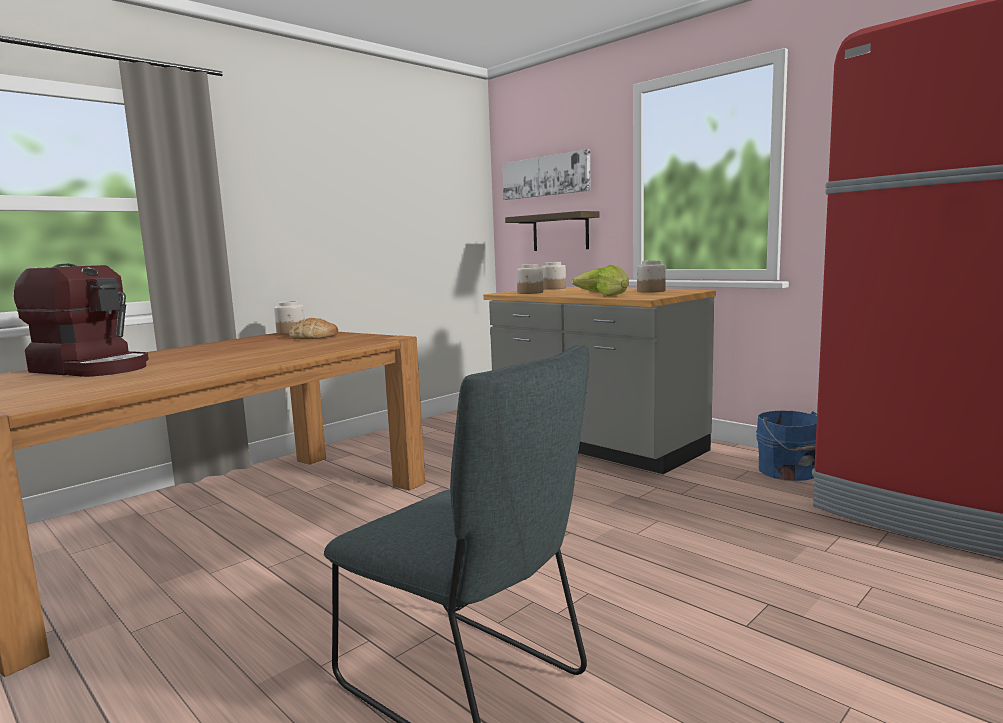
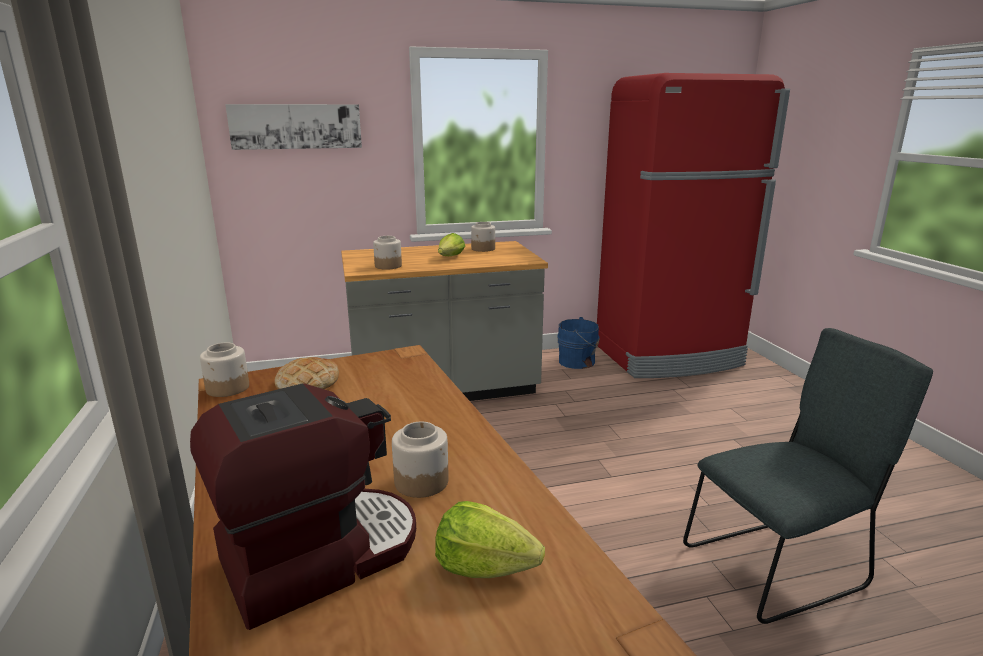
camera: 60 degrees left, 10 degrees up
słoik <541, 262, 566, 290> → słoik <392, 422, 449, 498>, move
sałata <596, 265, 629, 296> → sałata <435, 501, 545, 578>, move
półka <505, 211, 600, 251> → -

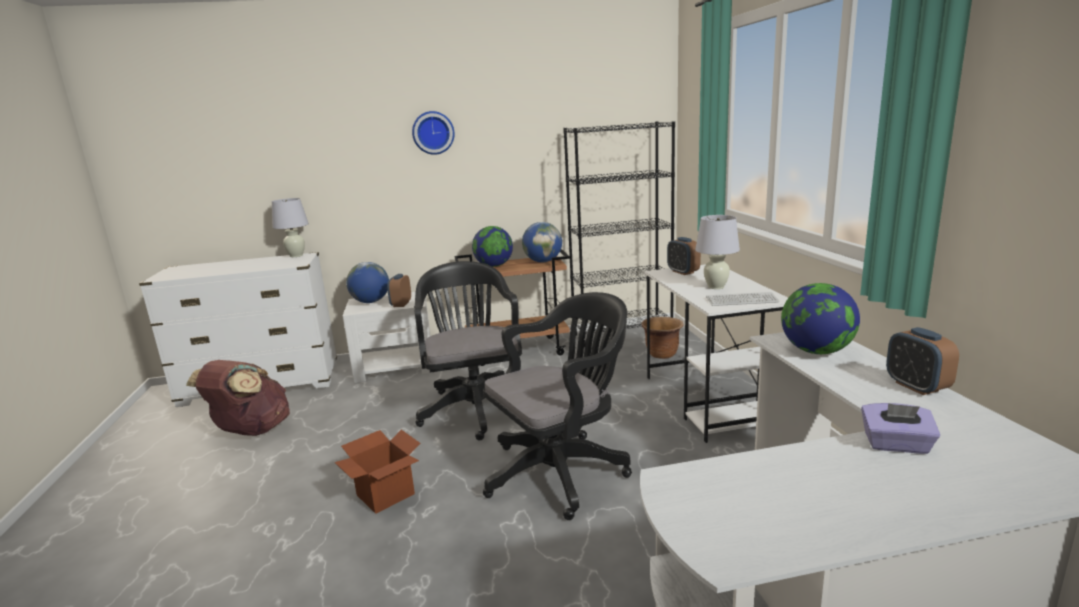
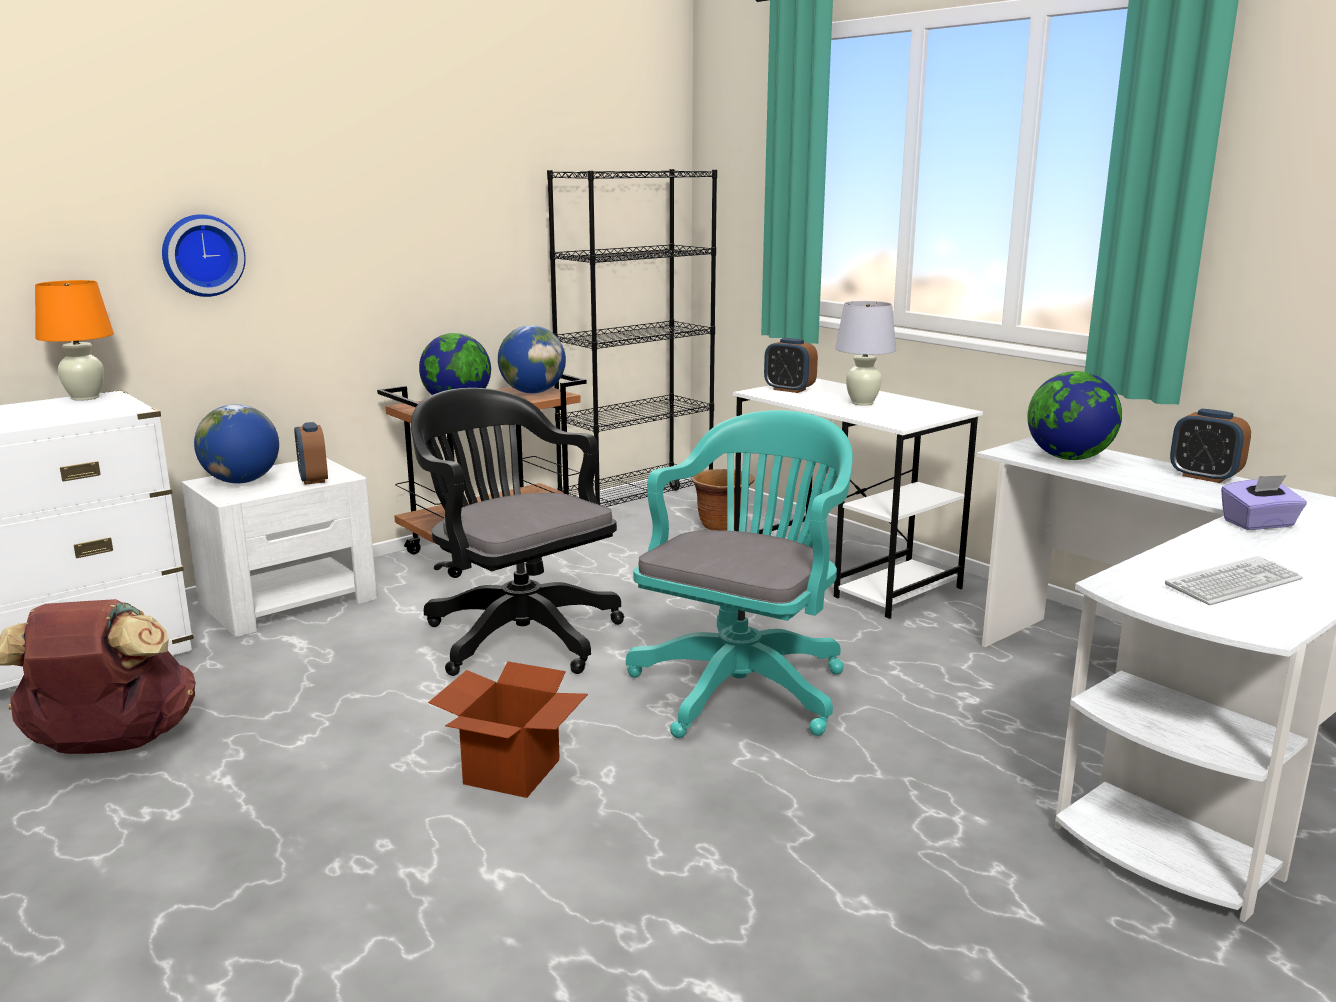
camera: 30 degrees left, 0 degrees up
lampa stołowa [biały] <271, 198, 309, 257> → lampa stołowa [pomarańczowy] <35, 280, 114, 401>
zegar ścienny <412, 111, 455, 155> → zegar ścienny <162, 214, 246, 297>, move
krzesło biurowe [czarny] <483, 292, 632, 520> → krzesło biurowe [turkusowy] <626, 410, 853, 738>
klawiatura <706, 292, 780, 306> → klawiatura <1165, 556, 1303, 605>, move

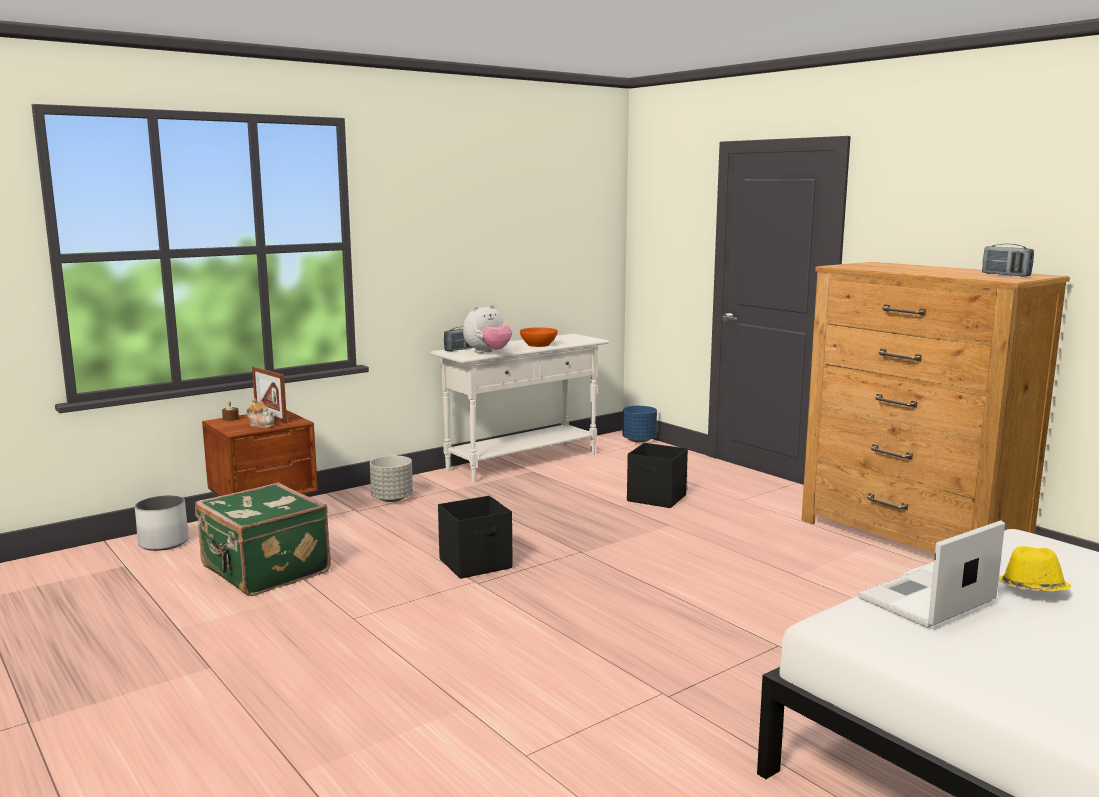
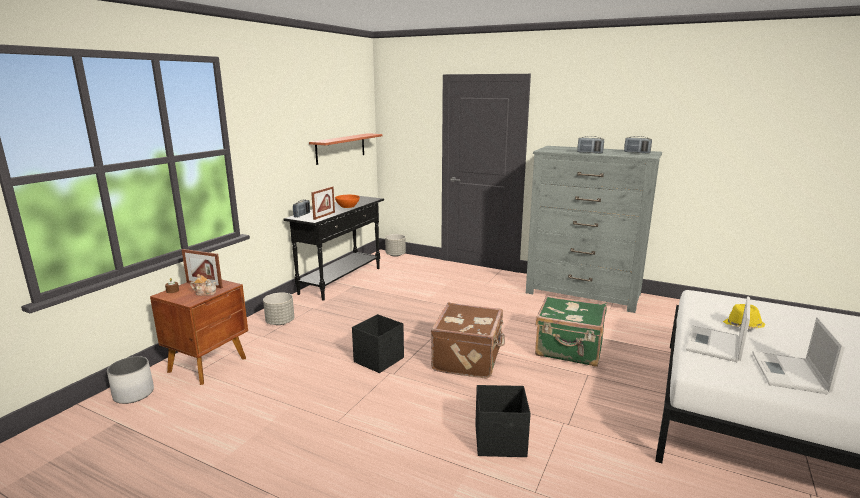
camera: 25 degrees left, 5 degrees up
stolik konsolowy [biały] <430, 334, 609, 483> → stolik konsolowy [czarny] <283, 196, 384, 301>
- → półka <309, 133, 382, 165>
pluszak <463, 304, 512, 353> → ramka na zdjęcie <311, 186, 335, 220>
donica [niebieski] <623, 406, 657, 443> → donica [szary] <385, 234, 406, 257>
- → walizka [brązowy] <431, 303, 505, 379>
pojemnik do przechowywania [czarny] <627, 443, 688, 508> → pojemnik do przechowywania [czarny] <475, 385, 531, 457>, move
komoda [brązowy] <801, 262, 1070, 554> → komoda [szary] <526, 146, 662, 313>
walizka [zielony] <195, 483, 331, 596> → walizka [zielony] <535, 295, 607, 367>, move
- → radio <577, 136, 604, 154>
- → laptop <753, 317, 845, 394>

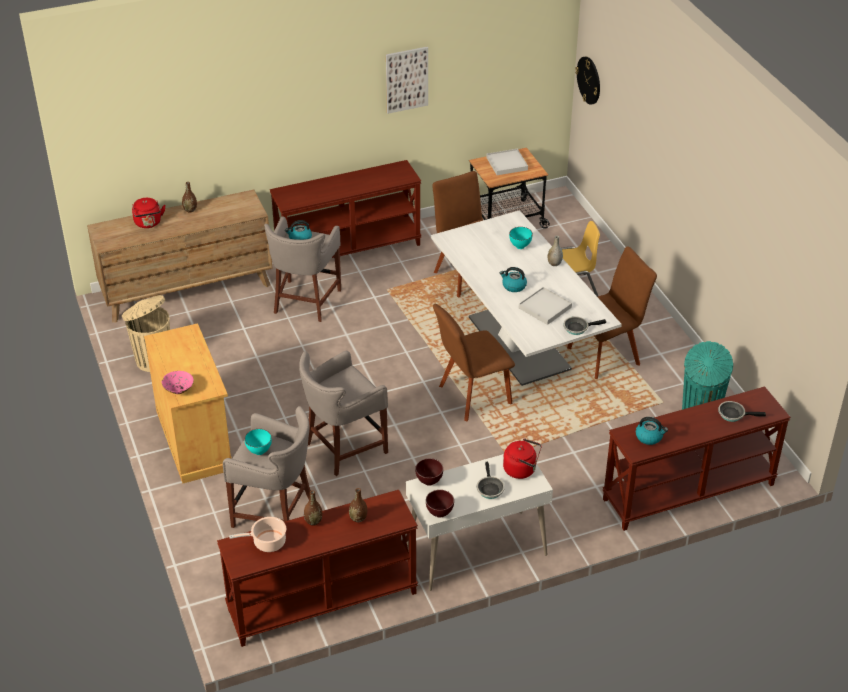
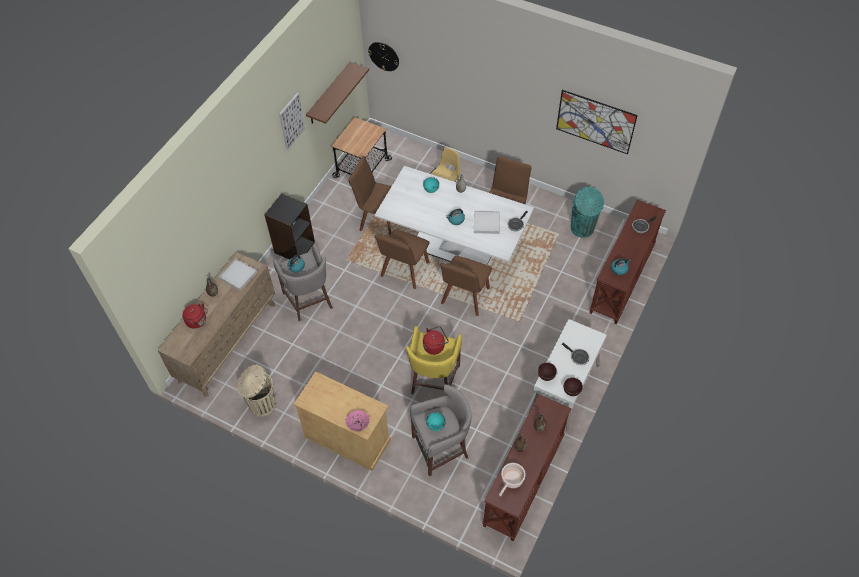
camera: 40 degrees left, 15 degrees up
taca [biały] <486, 149, 528, 175> → taca [biały] <219, 259, 257, 291>, move
stolik konsolowy [brązowy] <270, 160, 421, 258> → regał [czarny] <264, 193, 315, 259>
- → półka [brązowy] <306, 62, 369, 124>
- → krzesło [brązowy] <375, 229, 429, 289>
stołek [szary] <299, 351, 388, 476> → stołek [żółty] <406, 326, 462, 395>
czajnik [czerwony] <503, 438, 541, 479> → czajnik [czerwony] <423, 326, 449, 355>, move
- → obraz <556, 90, 638, 154>

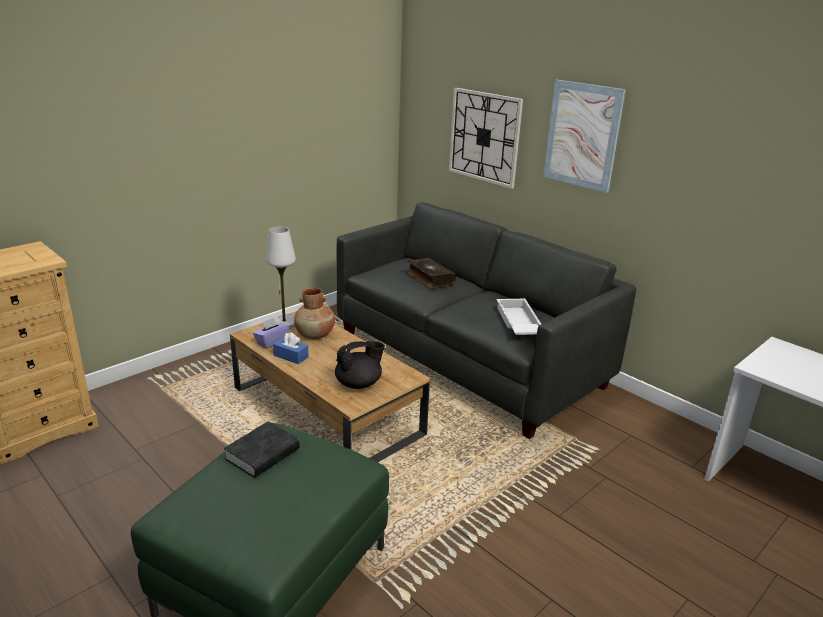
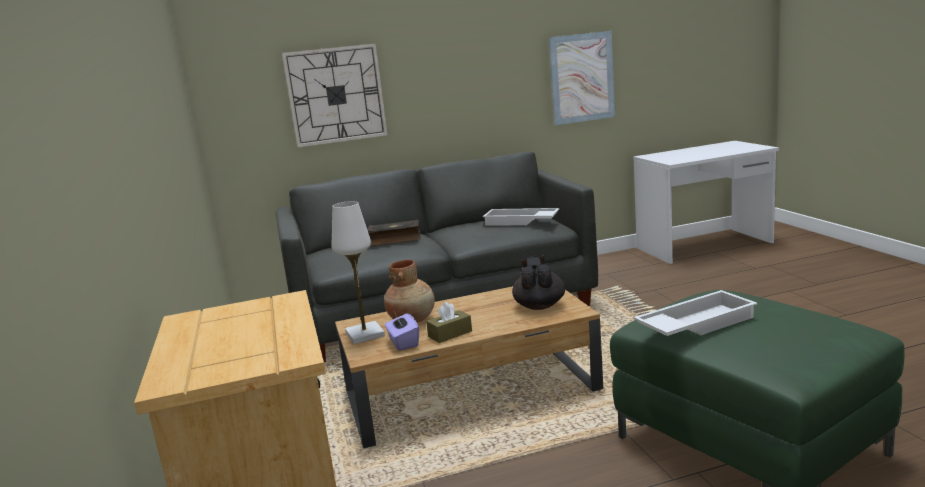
camera: 60 degrees left, 10 degrees down
pudełko chusteczek [niebieski] <273, 332, 309, 364> → pudełko chusteczek [brązowy] <426, 302, 472, 343>
obraz <543, 80, 626, 193> → obraz <549, 31, 615, 125>, move
książka [czarny] <224, 422, 300, 478> → taca [biały] <634, 290, 758, 336>

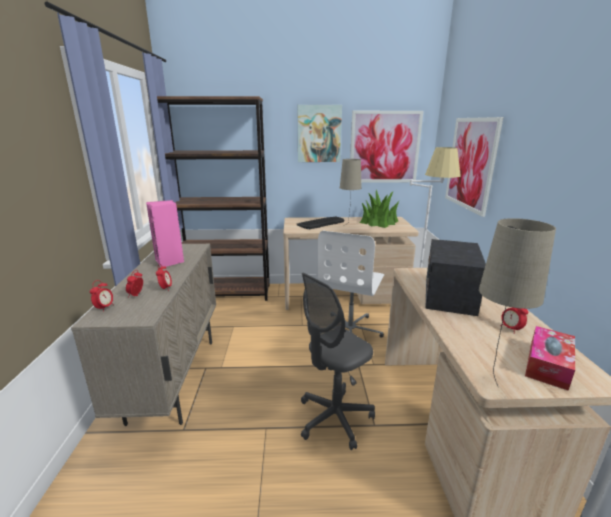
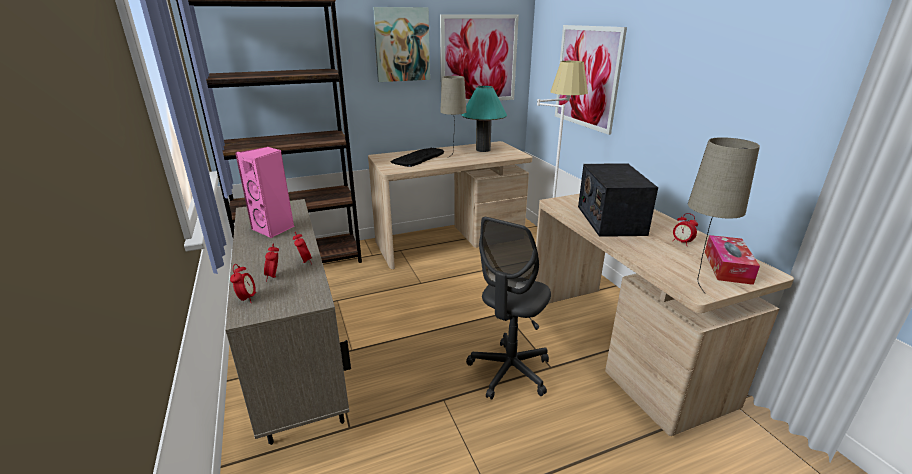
camera: 20 degrees left, 5 degrees up
roślina doniczkowa <360, 190, 400, 228> → lampa stołowa [turkusowy] <461, 86, 507, 152>
krzesło biurowe [biały] <317, 231, 384, 338> → -

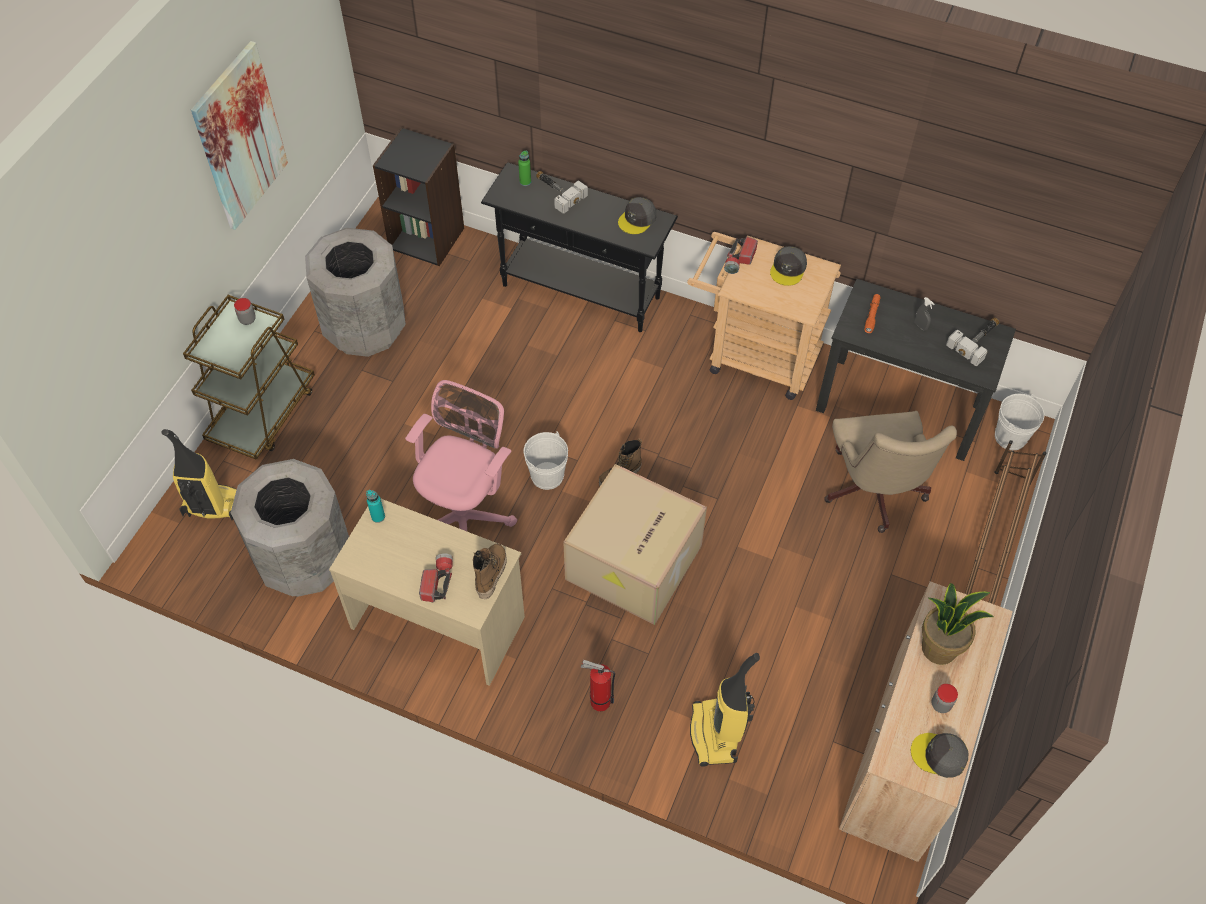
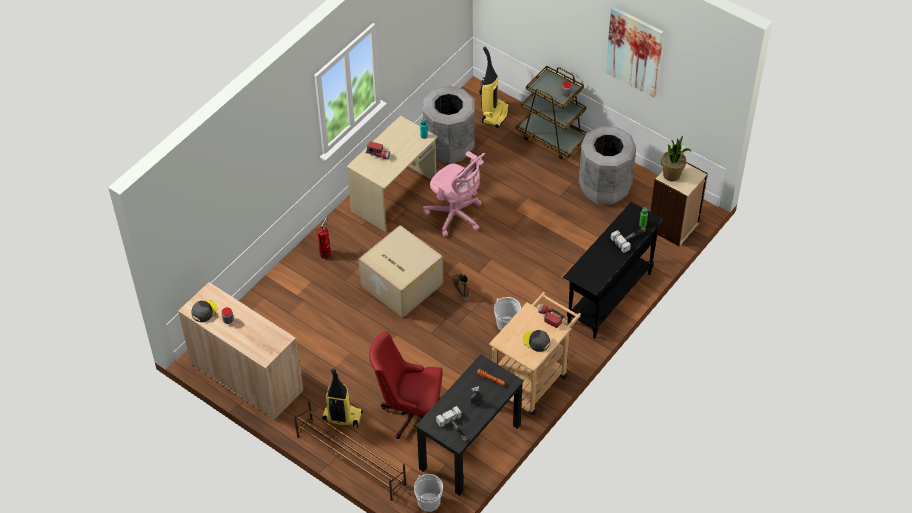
camera: 105 degrees right, 5 degrees down
odkurzacz <690, 653, 760, 767> → odkurzacz <322, 368, 363, 427>, move
krzesło biurowe [beżowy] <824, 411, 957, 533> → krzesło biurowe [czerwony] <369, 331, 443, 439>
wiadro [biały] <524, 432, 568, 490> → wiadro [biały] <494, 297, 521, 331>, move
regał [czarny] <373, 127, 464, 266> → regał [beżowy] <651, 162, 708, 246>
roślina doniczkowa <922, 583, 993, 665> → roślina doniczkowa <661, 136, 692, 181>, move
but z cholewką <473, 544, 507, 599> → -
czapka z daszkiem [szary] <618, 197, 656, 234> → -

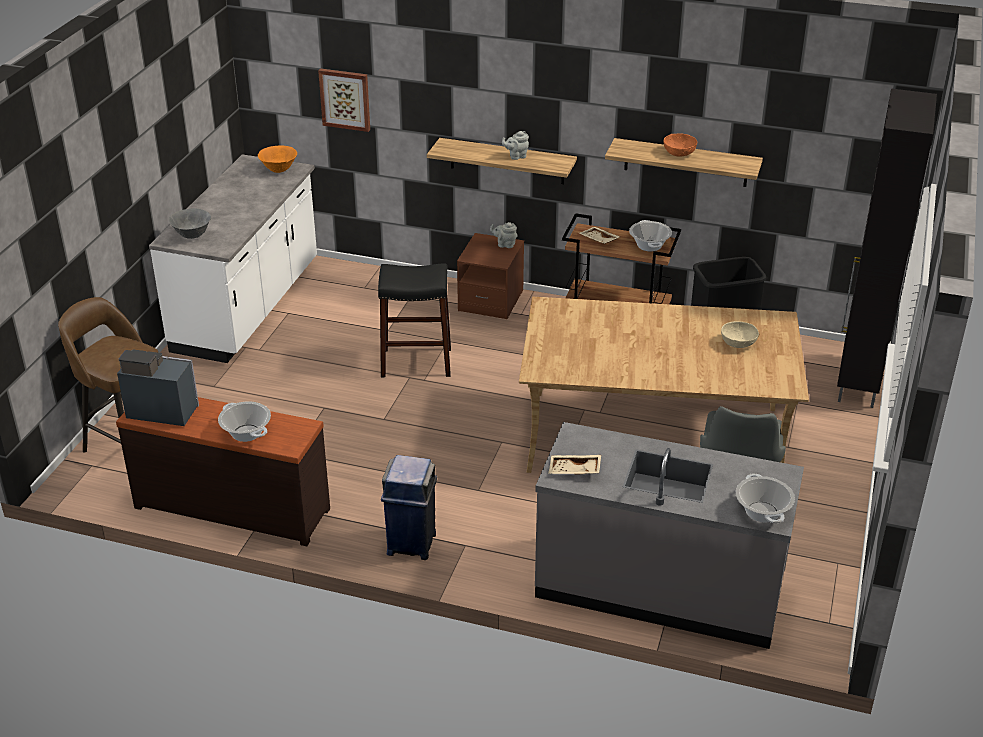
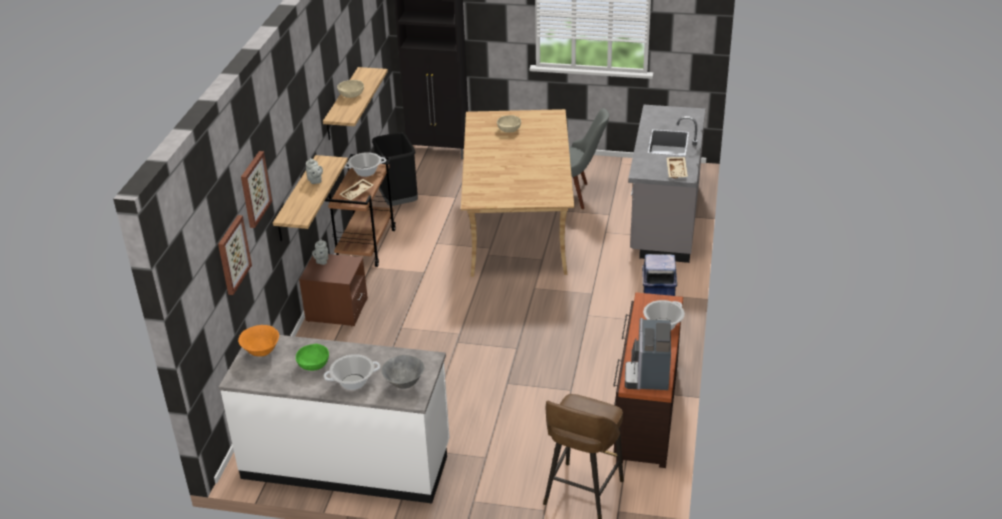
camera: 95 degrees left, 0 degrees up
- → obraz <241, 151, 272, 228>
- → miska [zielony] <296, 344, 329, 371>
garnek <736, 474, 795, 523> → garnek <323, 354, 381, 390>, move
miska [pomarańczowy] <664, 133, 697, 157> → miska [beżowy] <337, 80, 364, 98>
stołek [czarny] <378, 263, 451, 377> → -

